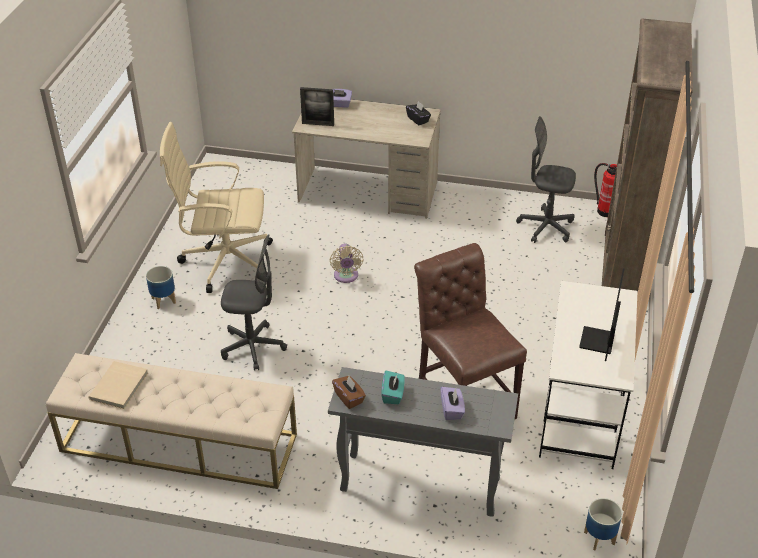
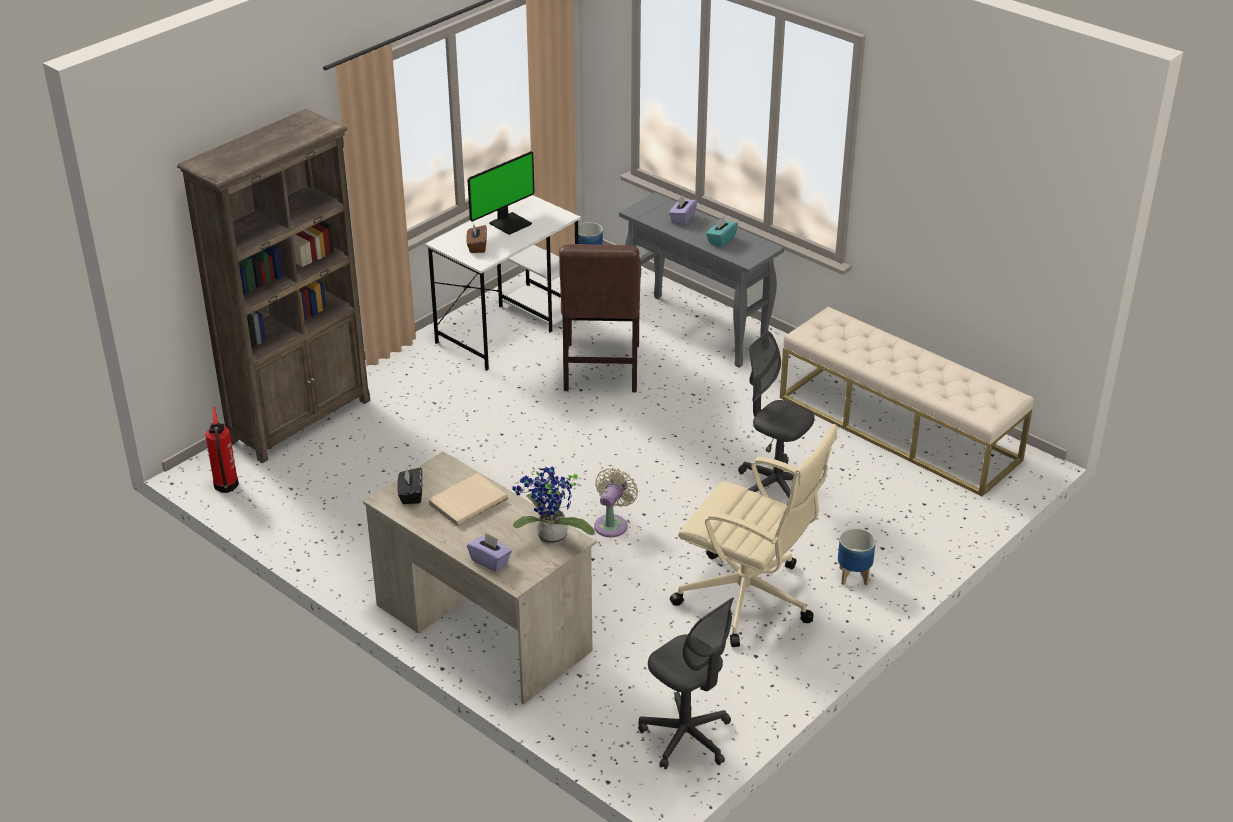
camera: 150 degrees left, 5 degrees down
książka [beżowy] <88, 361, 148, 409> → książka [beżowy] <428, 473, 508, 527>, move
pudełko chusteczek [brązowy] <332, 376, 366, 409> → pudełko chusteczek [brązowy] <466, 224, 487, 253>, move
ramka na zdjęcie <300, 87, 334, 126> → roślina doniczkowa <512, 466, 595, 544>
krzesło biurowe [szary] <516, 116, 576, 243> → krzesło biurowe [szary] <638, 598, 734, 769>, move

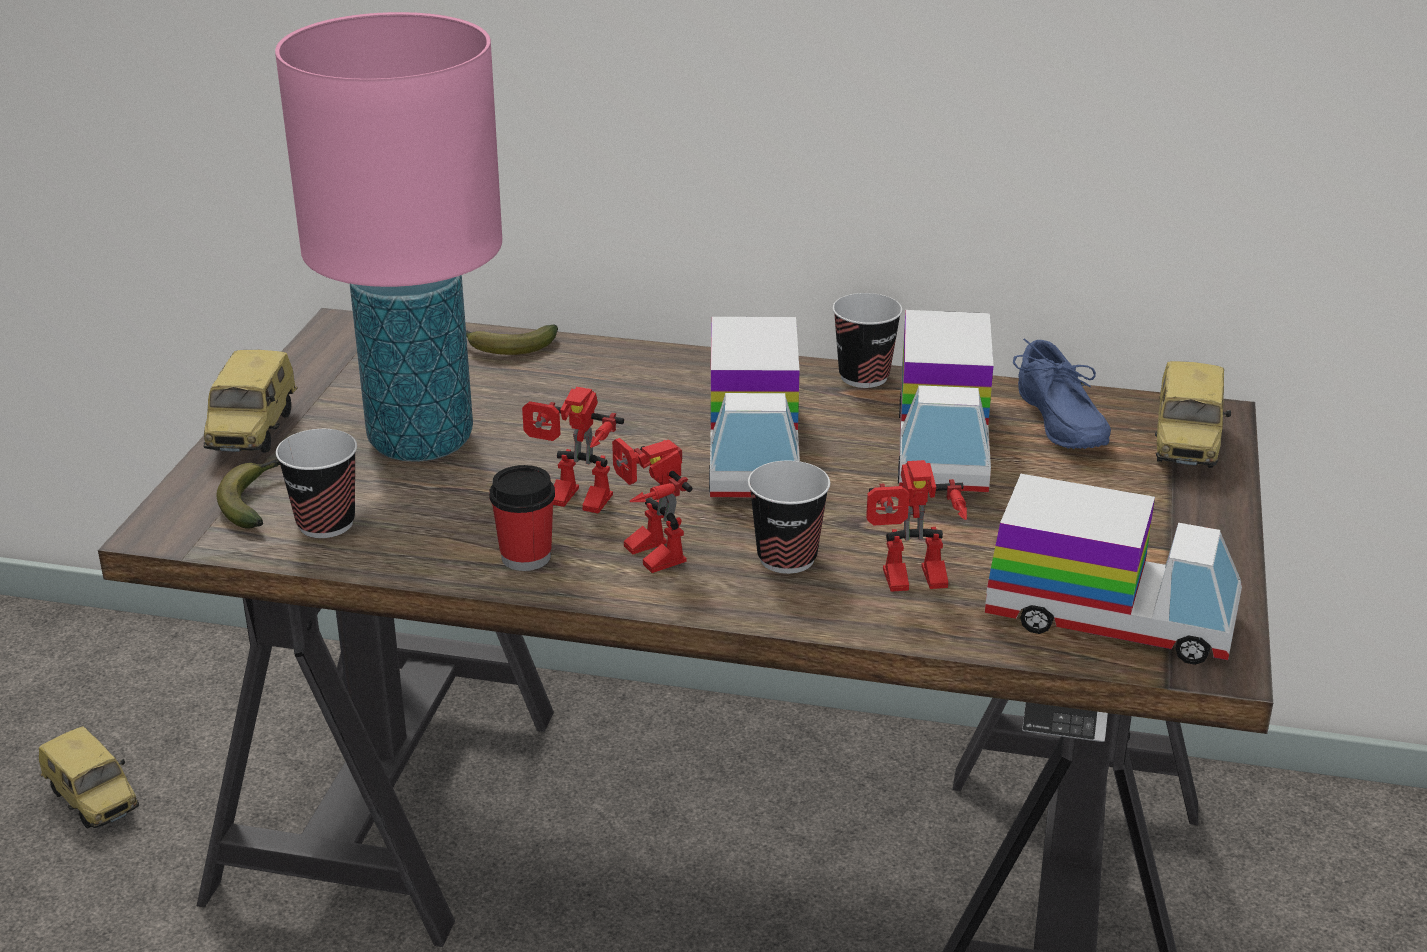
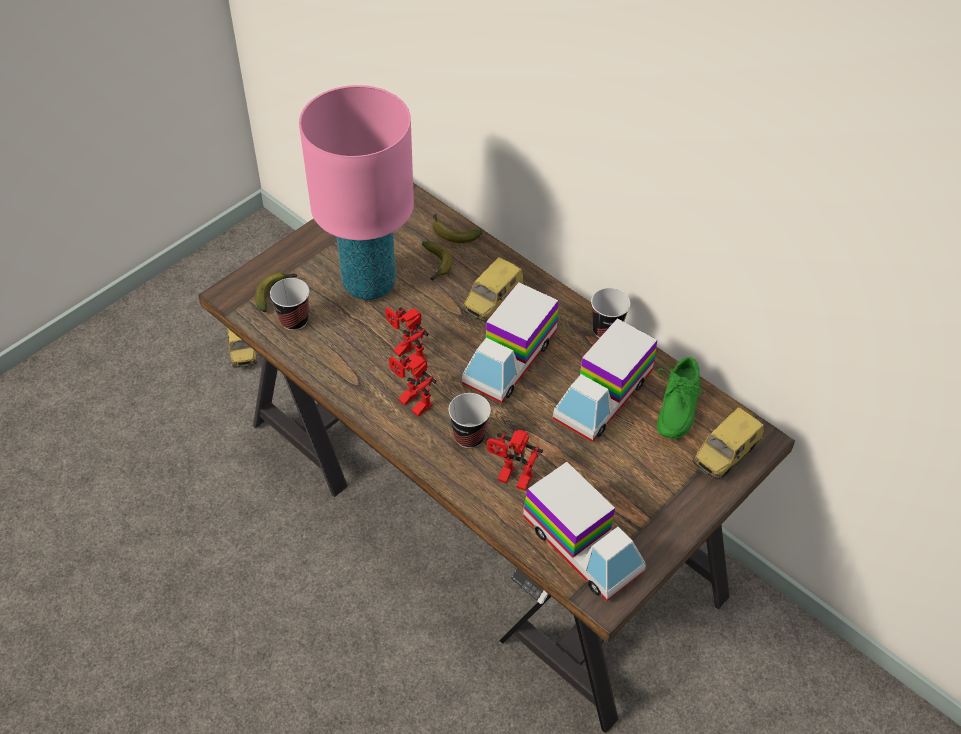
camera: 30 degrees right, 20 degrees up
robot zabawkowy <612, 438, 693, 573> → robot zabawkowy <389, 355, 437, 416>, 45 degrees counterclockwise
- → banan <422, 241, 453, 281>
samochodzik <203, 350, 298, 453> → samochodzik <462, 257, 524, 322>, move
but [niebieski] <1013, 338, 1111, 449> → but [zielony] <657, 357, 704, 439>
filiżanka <489, 465, 555, 571> → -

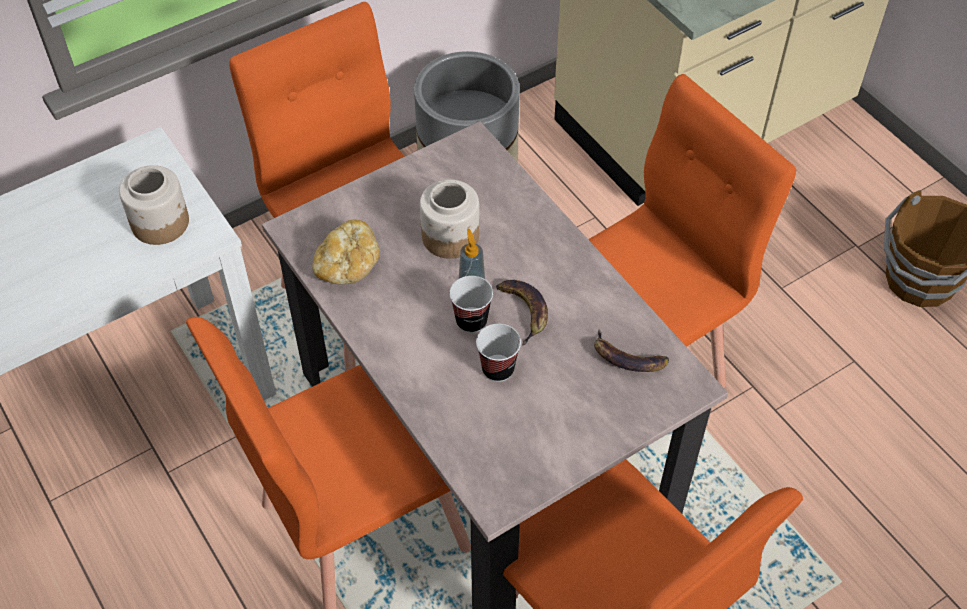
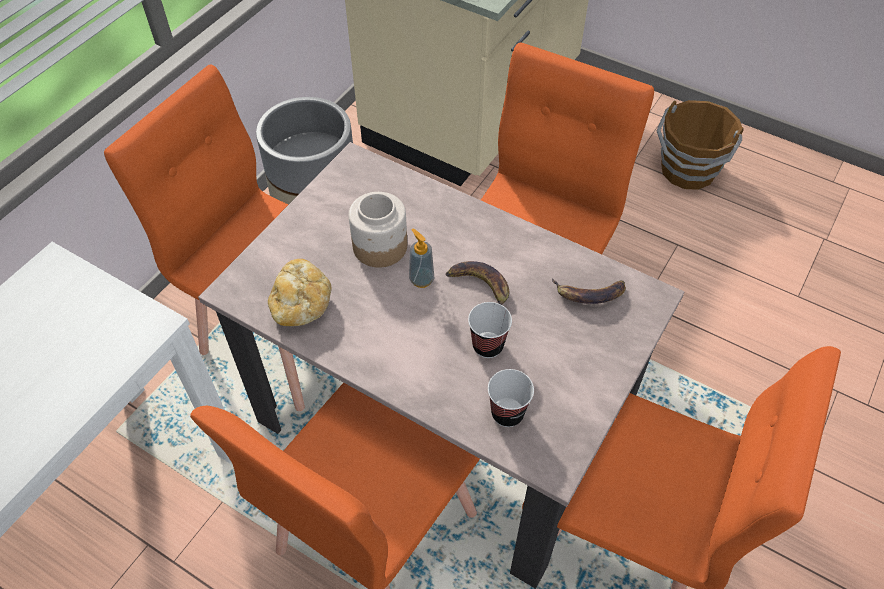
camera: 25 degrees left, 0 degrees up
filiżanka <449, 276, 493, 333> → filiżanka <488, 369, 534, 427>, move
słoik <119, 165, 189, 245> → -

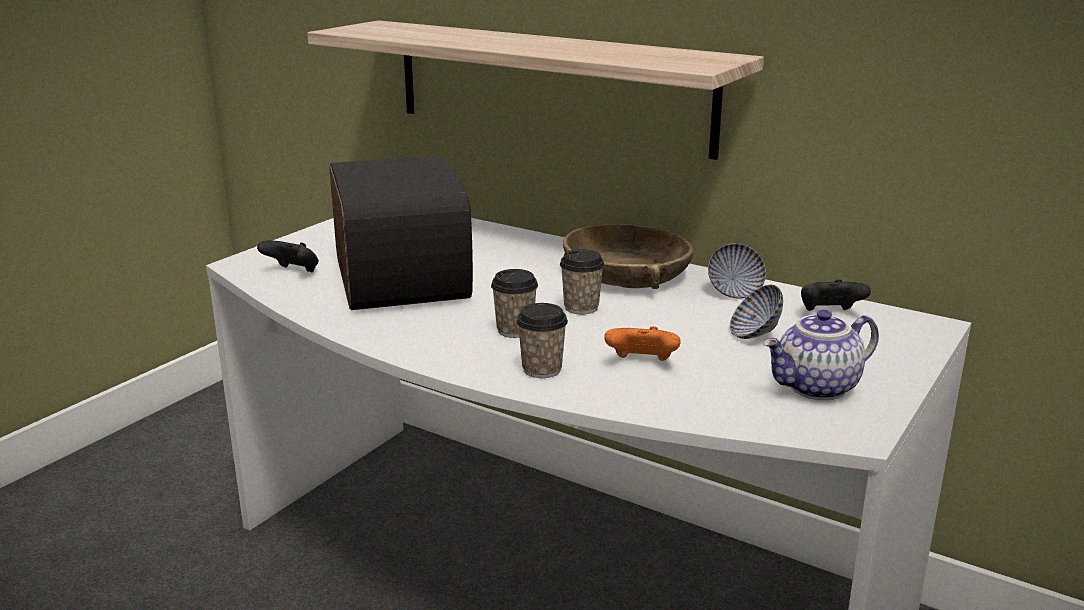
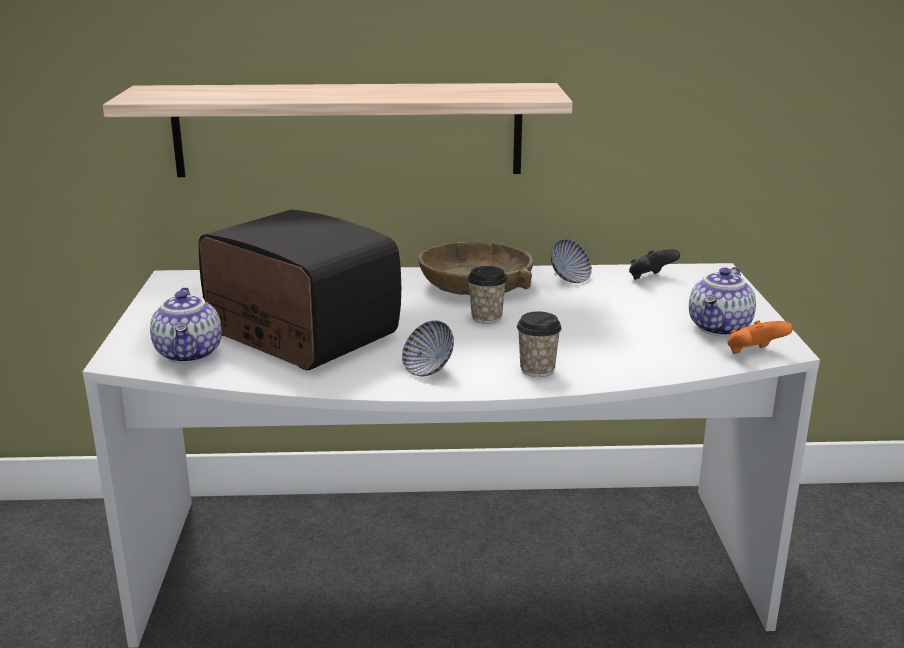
camera: 35 degrees left, 0 degrees up
pad do gier [czarny] <257, 240, 319, 272> → imbryk <150, 287, 222, 363>
miska <730, 285, 783, 339> → miska <402, 320, 454, 376>, move
pad do gier [pomarańczowy] <604, 326, 680, 361> → pad do gier [pomarańczowy] <727, 320, 793, 354>, move
filiżanka <491, 269, 538, 338> → -

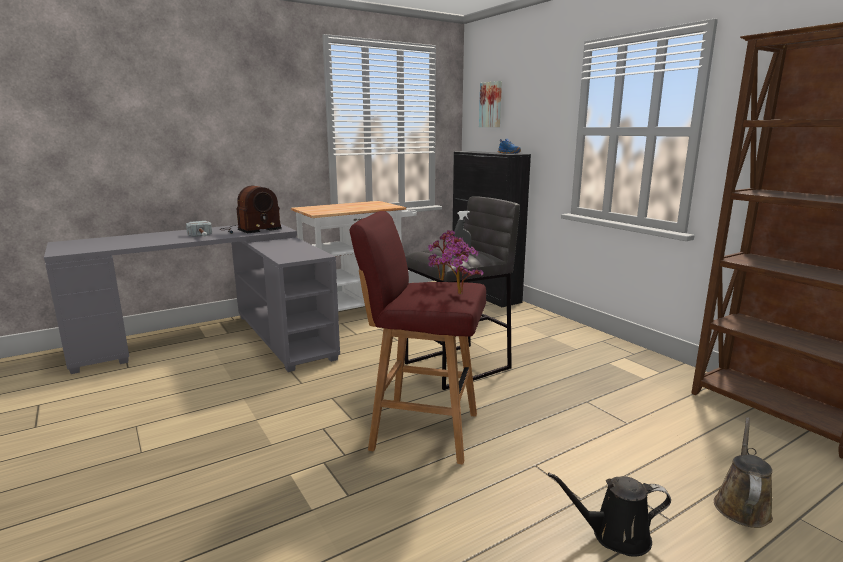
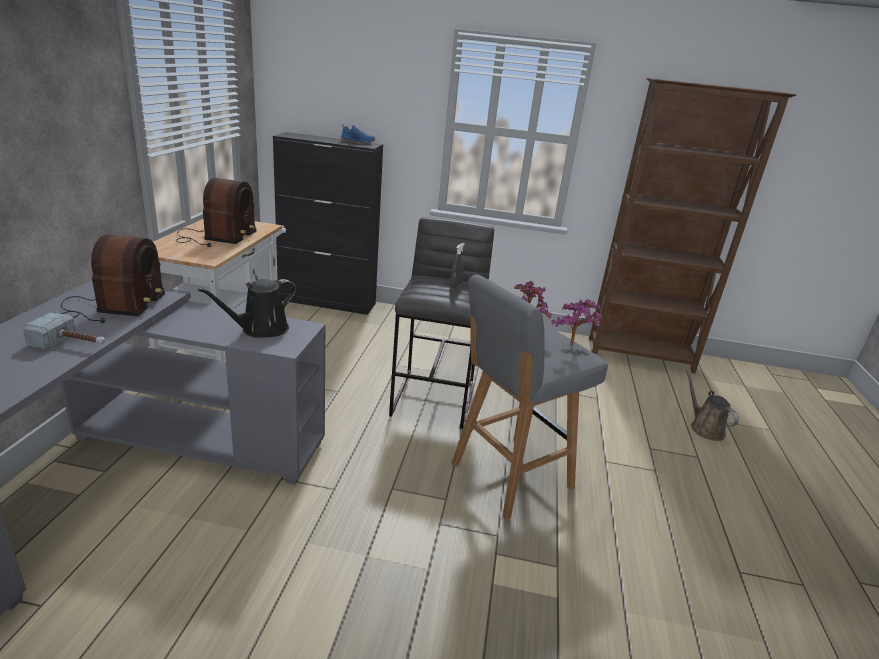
camera: 50 degrees left, 10 degrees up
- → radio <176, 178, 256, 247>
konewka [czarny] <548, 472, 671, 557> → konewka [czarny] <198, 279, 296, 338>, move
stołek [czerwony] <350, 211, 486, 465> → stołek [szary] <451, 274, 608, 520>
obraz <479, 81, 502, 127> → -

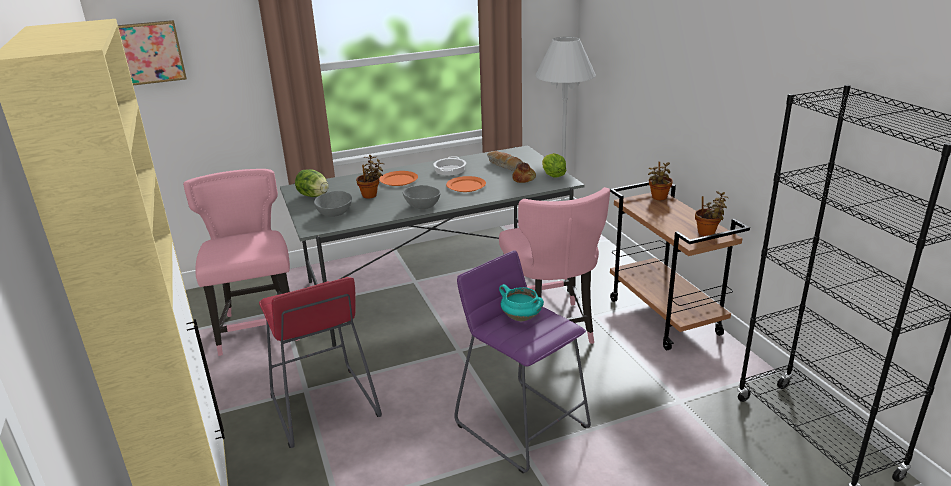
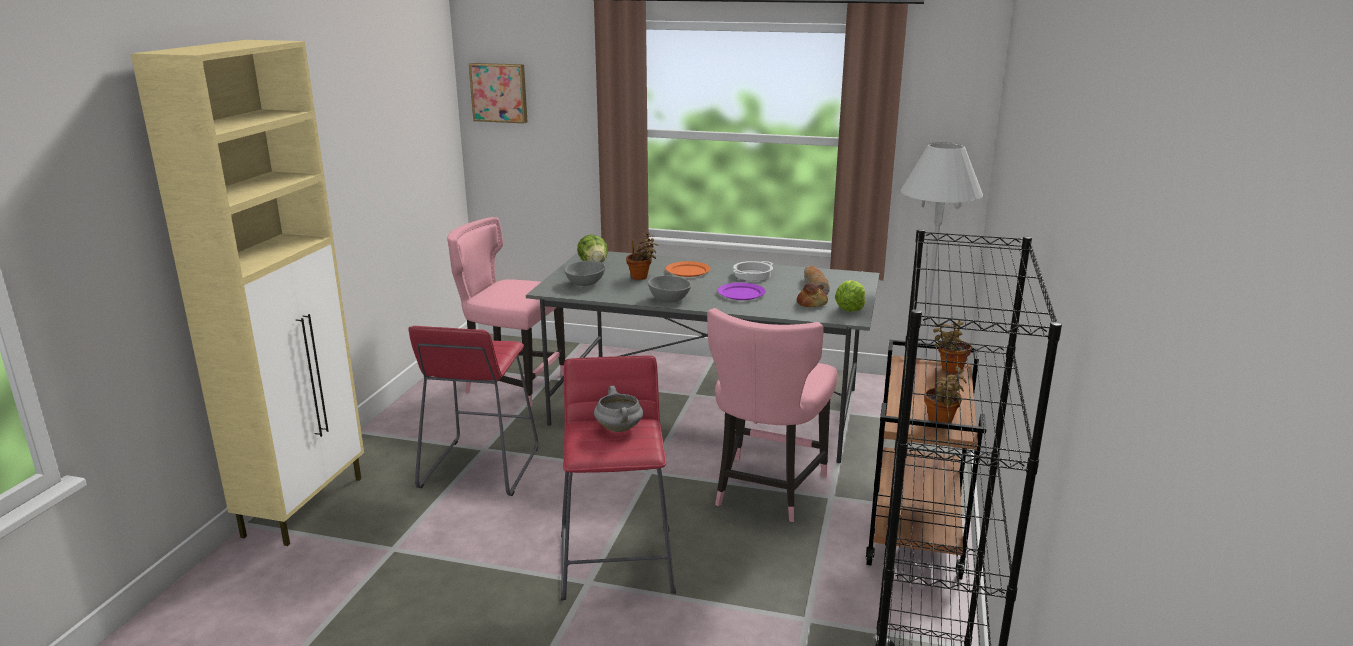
camera: 35 degrees right, 5 degrees down
krzesło [różowy] <183, 169, 300, 356> → krzesło [różowy] <447, 217, 565, 407>, 90 degrees counterclockwise
stołek [fioletowy] <454, 250, 591, 473> → stołek [czerwony] <561, 356, 676, 600>
garnek [turkusowy] <499, 284, 544, 321> → garnek [szary] <594, 386, 643, 432>
talerz [pomarańczowy] <446, 176, 486, 192> → talerz [fioletowy] <718, 283, 766, 300>

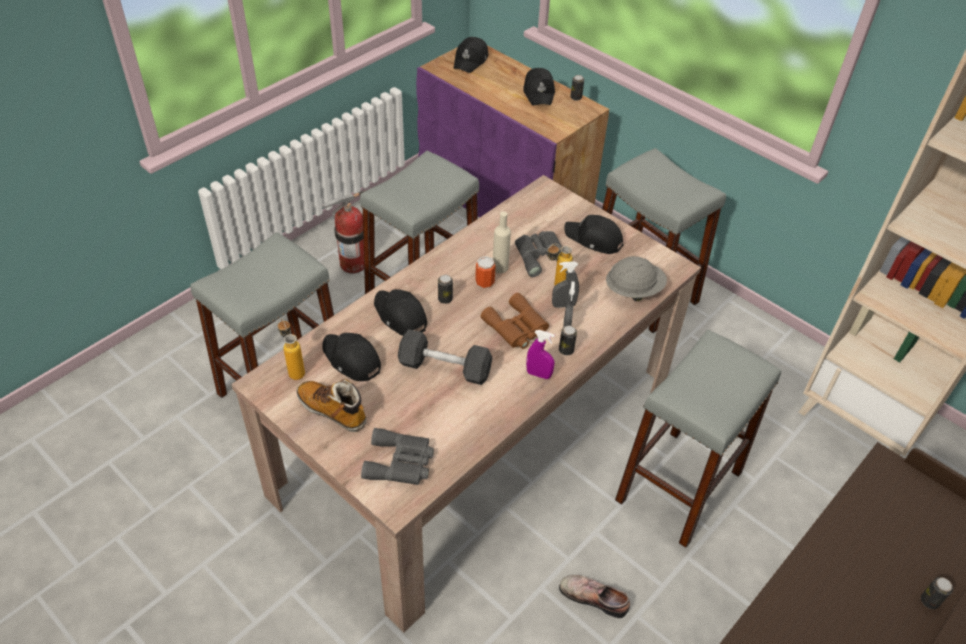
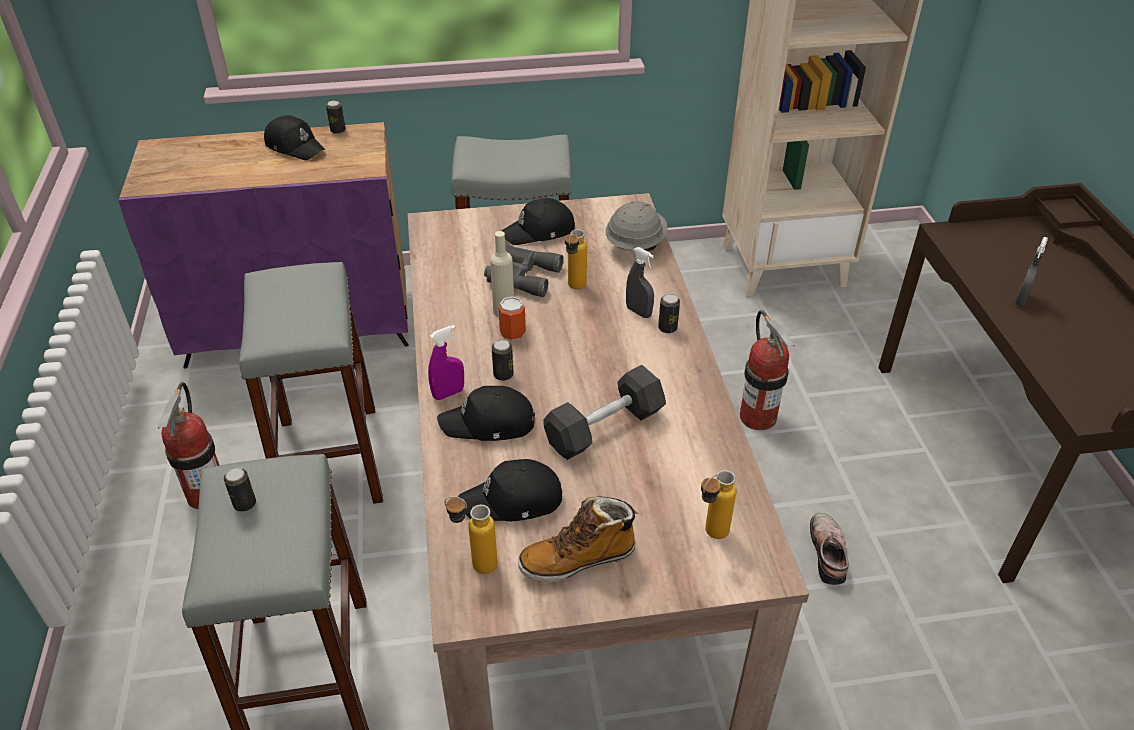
camera: 50 degrees left, 5 degrees down
puszka <921, 577, 953, 609> → puszka <224, 468, 256, 512>, move
spryskiwacz [fioletowy] <526, 330, 555, 379> → spryskiwacz [fioletowy] <428, 325, 464, 400>, move
lornetka [szary] <361, 428, 434, 485> → butelka <701, 470, 736, 539>
stołek [szary] <615, 330, 781, 548> → gaśnica <740, 310, 794, 430>
but <559, 575, 630, 618> → but <810, 513, 849, 585>, 120 degrees clockwise
spryskiwacz [szary] <552, 261, 579, 308> → spryskiwacz [szary] <1015, 237, 1048, 306>, move
czapka z daszkiem [czarny] <453, 37, 488, 73> → -
lornetka [brązowy] <481, 293, 549, 349> → -

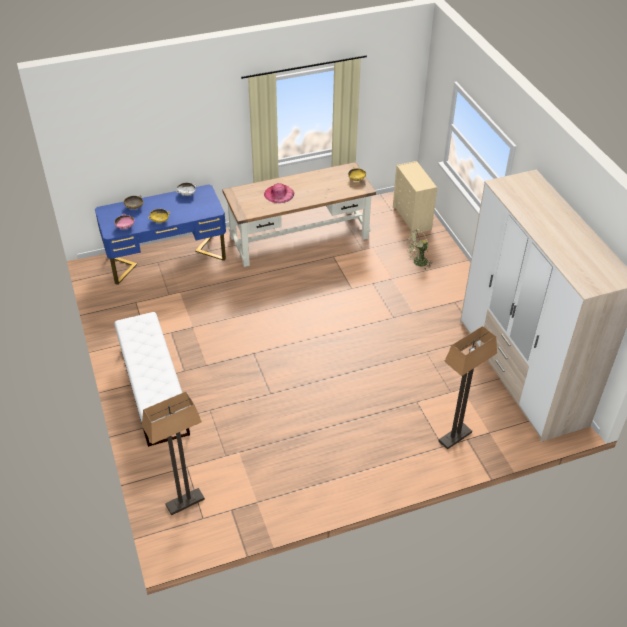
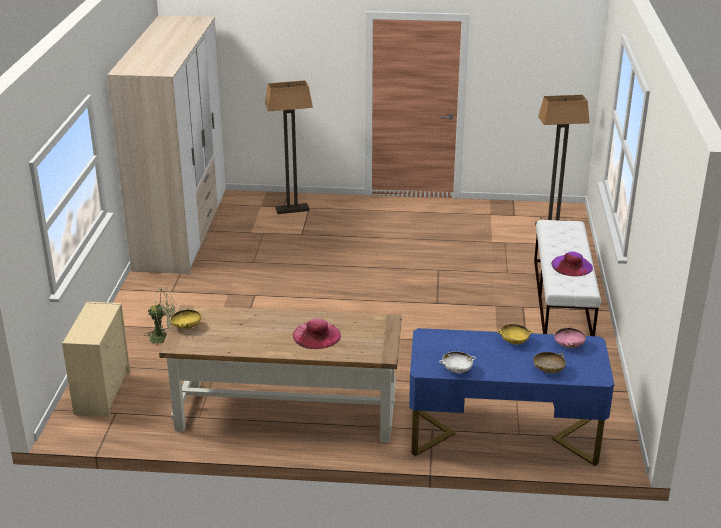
camera: 155 degrees left, 15 degrees down
- → kapelusz [fioletowy] <552, 251, 593, 276>

